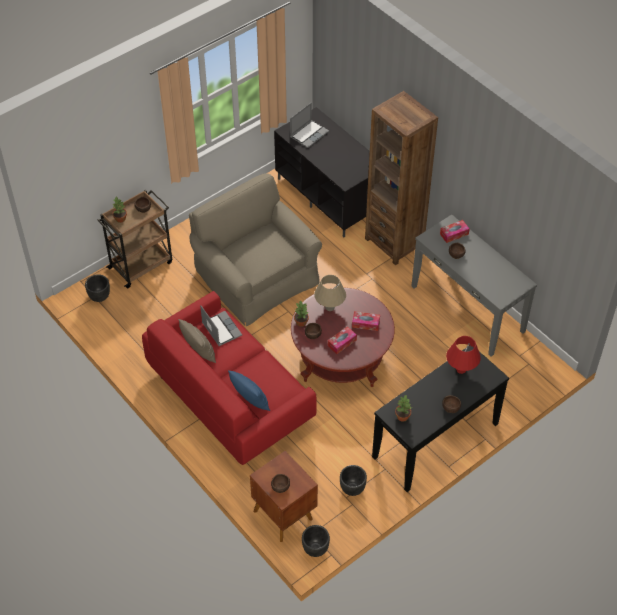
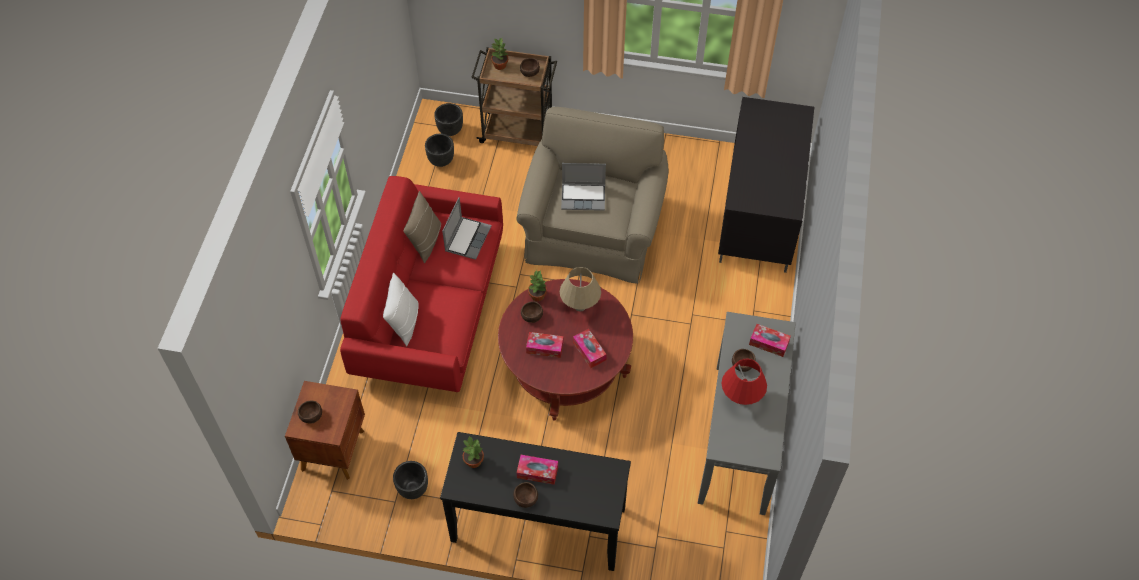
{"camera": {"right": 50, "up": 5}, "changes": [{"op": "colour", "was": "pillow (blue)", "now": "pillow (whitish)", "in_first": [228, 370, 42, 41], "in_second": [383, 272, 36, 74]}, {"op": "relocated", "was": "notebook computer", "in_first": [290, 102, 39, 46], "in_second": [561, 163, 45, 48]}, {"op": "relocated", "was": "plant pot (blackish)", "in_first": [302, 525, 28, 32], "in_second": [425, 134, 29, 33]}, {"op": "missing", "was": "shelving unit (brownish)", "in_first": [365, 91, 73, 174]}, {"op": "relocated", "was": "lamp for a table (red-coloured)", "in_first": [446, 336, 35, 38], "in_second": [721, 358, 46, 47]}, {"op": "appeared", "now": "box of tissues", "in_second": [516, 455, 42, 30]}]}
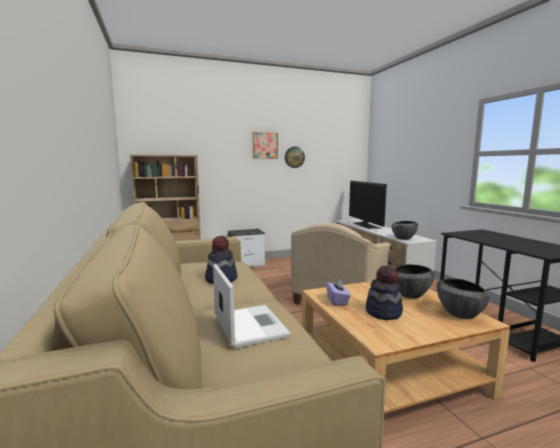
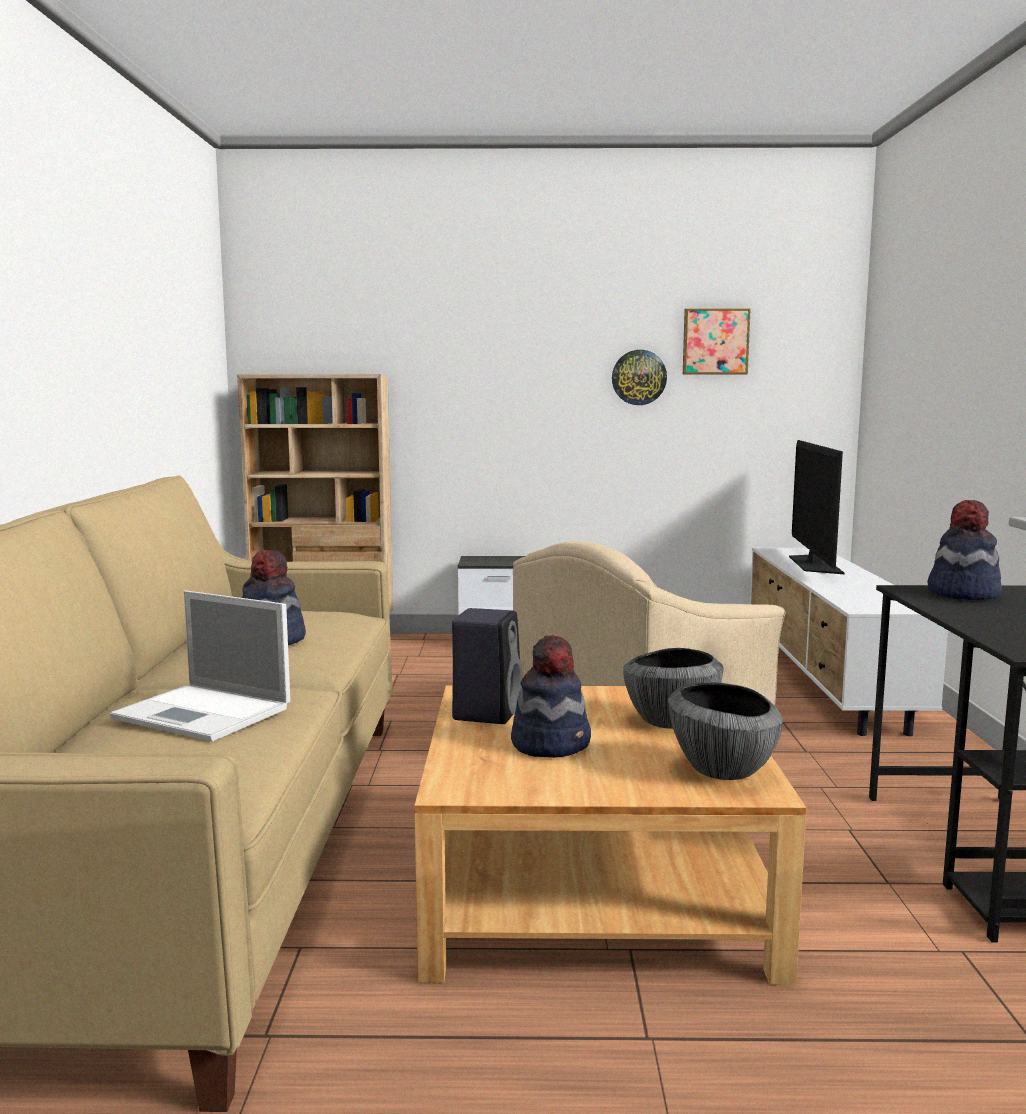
{"camera": {"right": 20, "up": 0}, "changes": [{"op": "spun", "was": "notebook computer", "in_first": [213, 264, 78, 84], "in_second": [110, 590, 180, 152], "clockwise": 120}, {"op": "relocated", "was": "wall art", "in_first": [252, 132, 26, 27], "in_second": [683, 308, 68, 67]}, {"op": "exchanged", "was": "box of tissues (purple-coloured)", "now": "audio speaker (blackish)", "in_first": [326, 279, 24, 27], "in_second": [452, 608, 70, 116]}, {"op": "missing", "was": "deep dish", "in_first": [392, 221, 26, 19]}, {"op": "appeared", "now": "wearable hat", "in_second": [928, 500, 74, 100]}]}
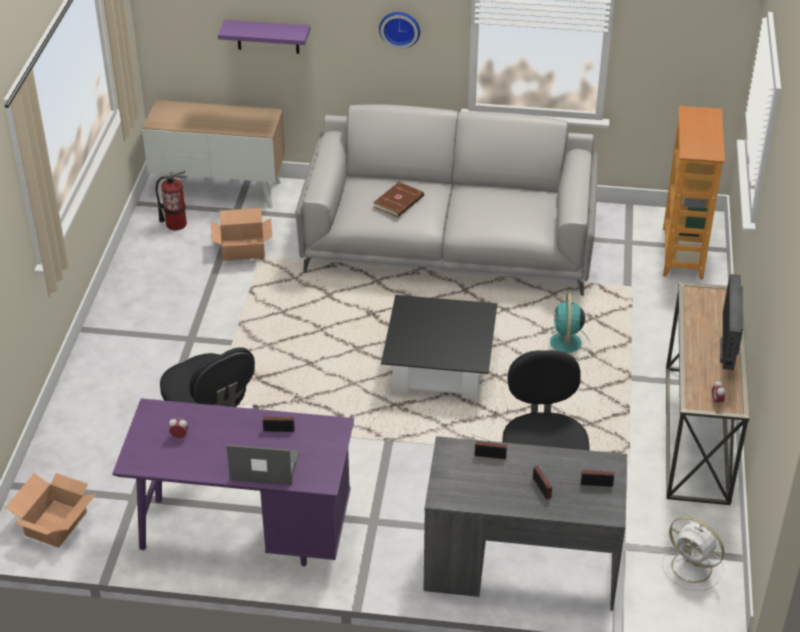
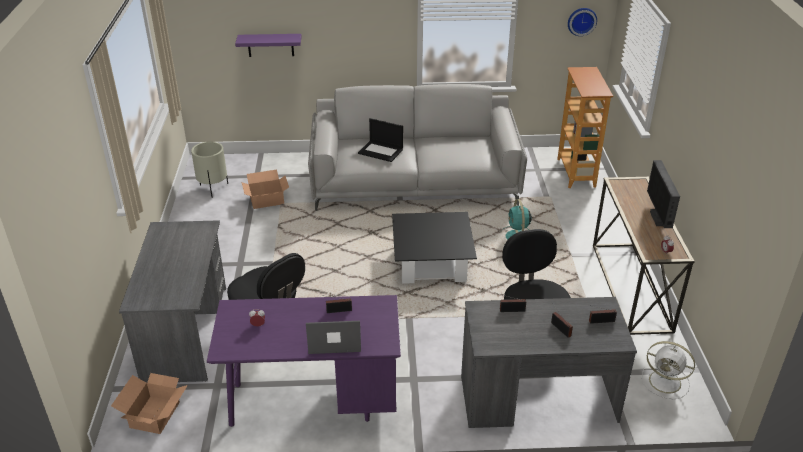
{"camera": {"right": -10, "up": -5}, "changes": [{"op": "missing", "was": "cabinet", "in_first": [142, 100, 143, 108]}, {"op": "exchanged", "was": "extinguisher", "now": "plant pot (sand-coloured)", "in_first": [156, 171, 31, 59], "in_second": [191, 141, 37, 57]}, {"op": "exchanged", "was": "book (brownish)", "now": "notebook computer", "in_first": [373, 182, 51, 36], "in_second": [358, 118, 45, 44]}, {"op": "relocated", "was": "clock on the wall", "in_first": [379, 12, 41, 37], "in_second": [568, 8, 29, 28]}, {"op": "appeared", "now": "desk unit (grey)", "in_second": [119, 220, 107, 163]}]}
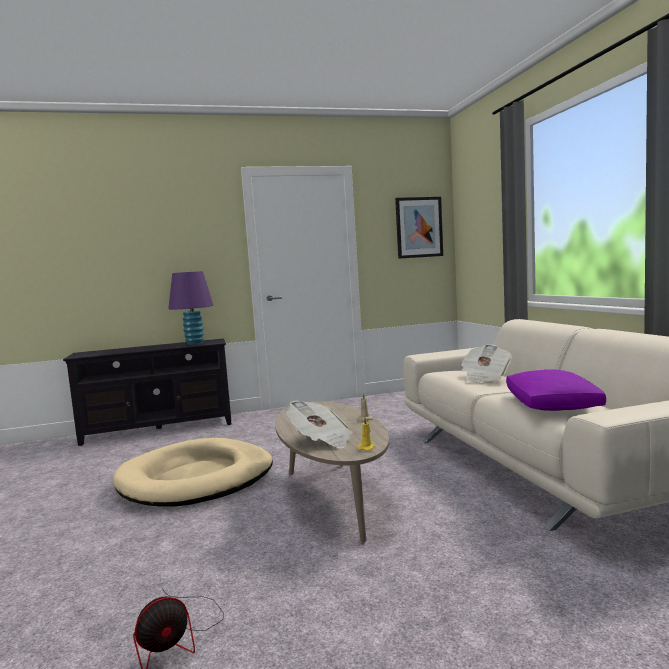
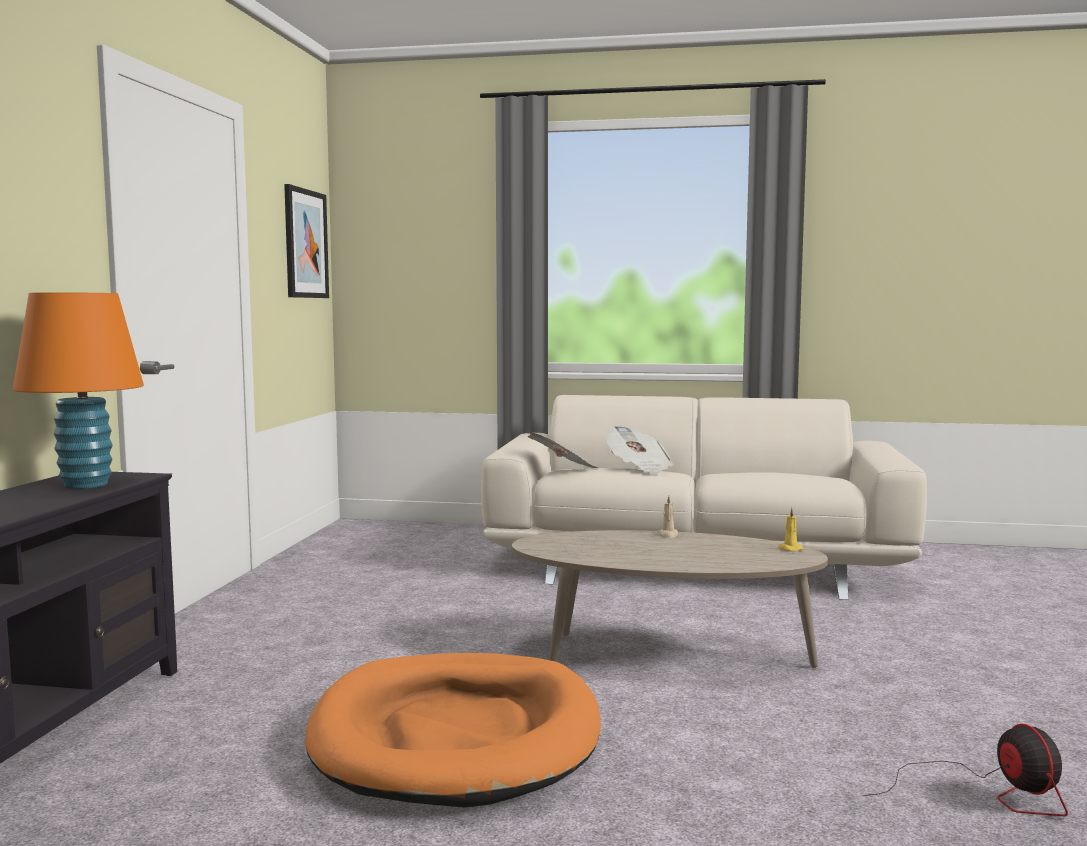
{"camera": {"right": -65, "up": 0}, "changes": [{"op": "colour", "was": "pet bed (sand-coloured)", "now": "pet bed (orange-coloured)", "in_first": [113, 438, 160, 69], "in_second": [305, 653, 296, 155]}, {"op": "colour", "was": "lamp for a table (purple-coloured)", "now": "lamp for a table (orange-coloured)", "in_first": [168, 271, 46, 74], "in_second": [13, 292, 131, 197]}, {"op": "relocated", "was": "newspaper", "in_first": [286, 400, 67, 49], "in_second": [528, 433, 70, 35]}, {"op": "missing", "was": "pillow (purple-coloured)", "in_first": [506, 370, 100, 41]}]}
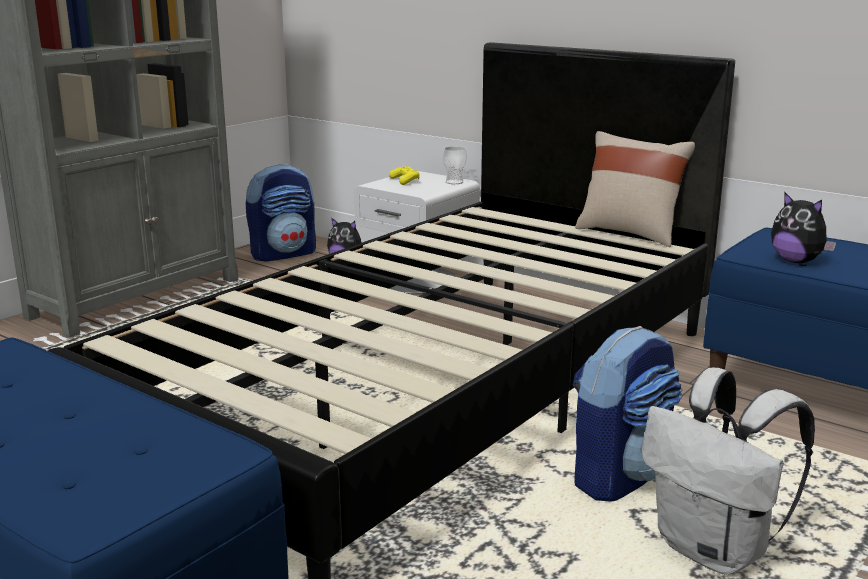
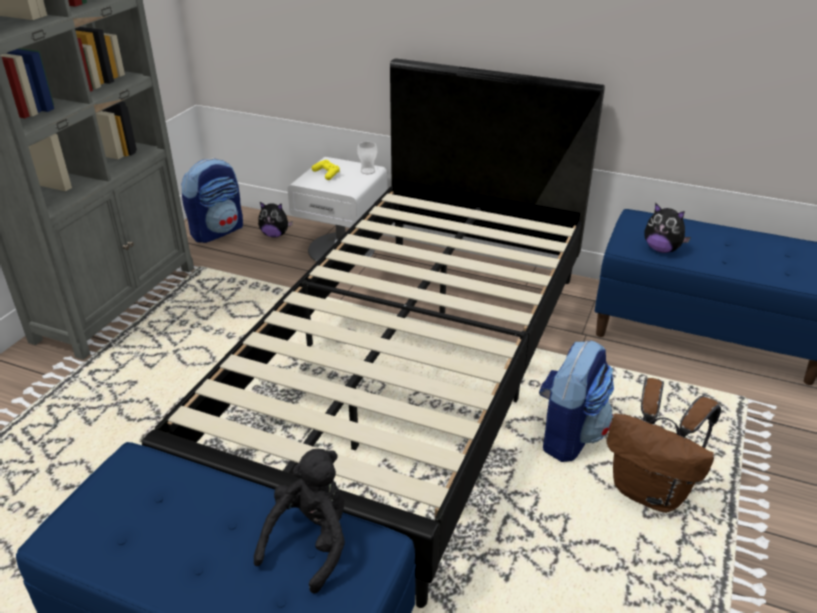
{"camera": {"right": -15, "up": 15}, "changes": [{"op": "missing", "was": "pillow (sand-coloured)", "in_first": [575, 131, 120, 116]}, {"op": "colour", "was": "rucksack (whitish)", "now": "rucksack (brownish)", "in_first": [642, 368, 173, 207], "in_second": [607, 378, 114, 135]}, {"op": "appeared", "now": "soft toy (blackish)", "in_second": [254, 449, 91, 144]}]}
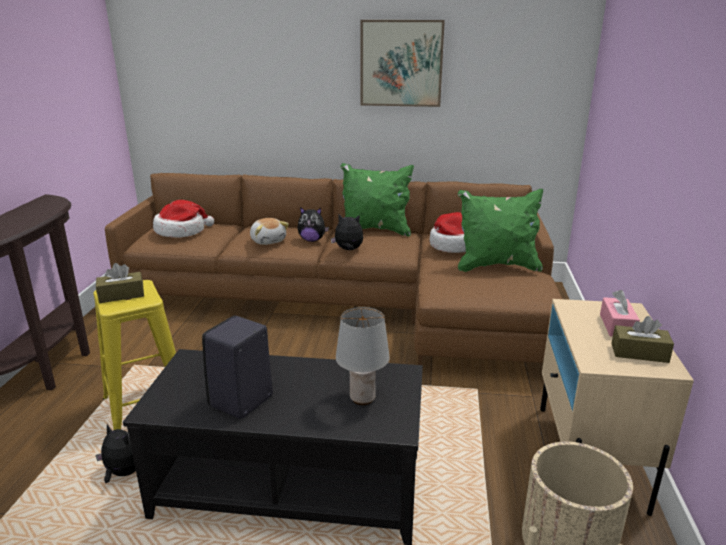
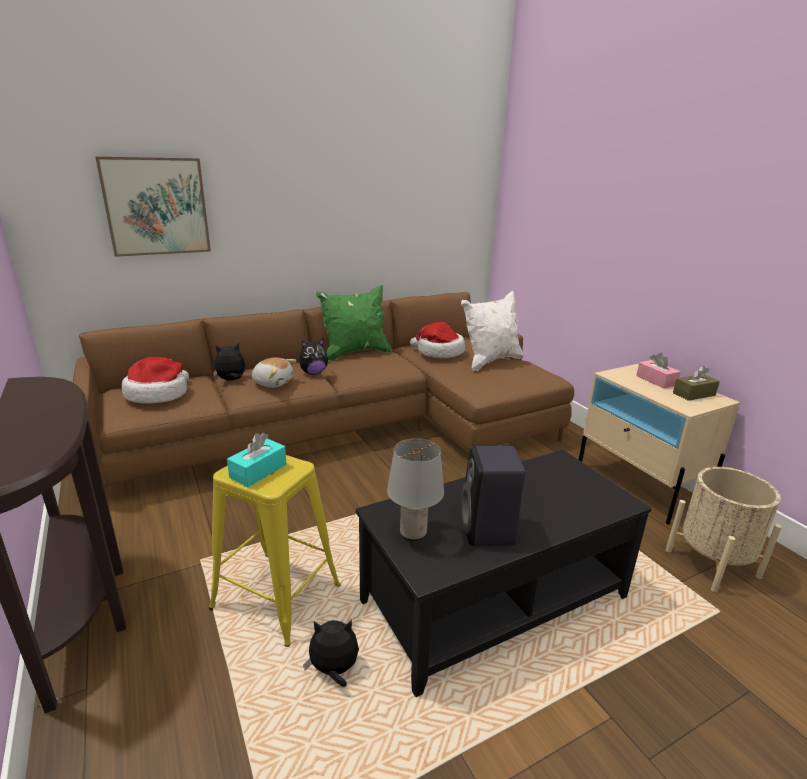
{"camera": {"right": -35, "up": 0}, "changes": [{"op": "colour", "was": "box of tissues (brownish)", "now": "box of tissues (blue-green)", "in_first": [96, 263, 48, 40], "in_second": [227, 433, 60, 54]}, {"op": "relocated", "was": "soft toy", "in_first": [331, 214, 32, 36], "in_second": [213, 343, 32, 38]}, {"op": "relocated", "was": "lamp for a table (grey)", "in_first": [336, 307, 54, 98], "in_second": [387, 438, 57, 103]}, {"op": "relocated", "was": "wall art", "in_first": [360, 20, 85, 87], "in_second": [95, 156, 116, 101]}, {"op": "colour", "was": "pillow (green-coloured)", "now": "pillow (whitish)", "in_first": [458, 189, 85, 83], "in_second": [461, 291, 63, 80]}]}
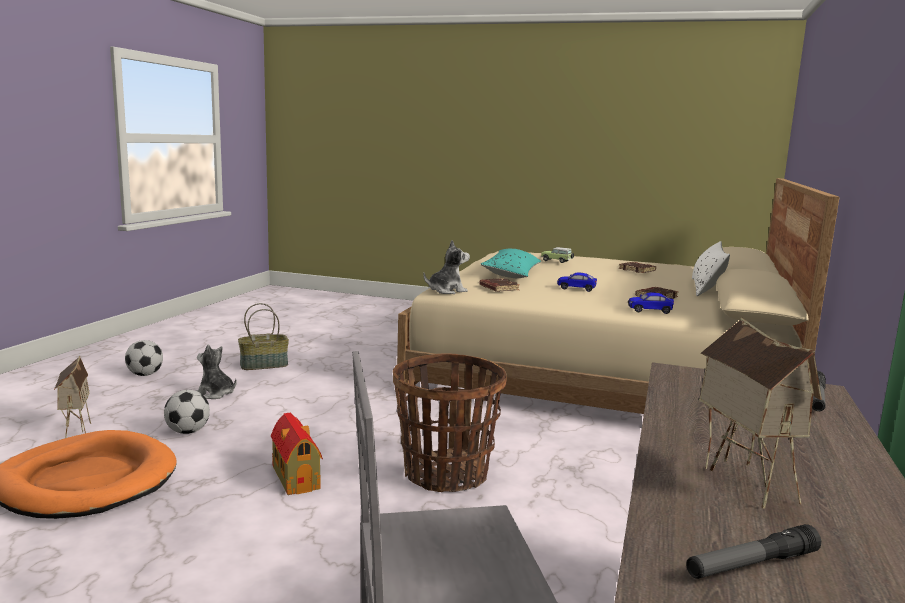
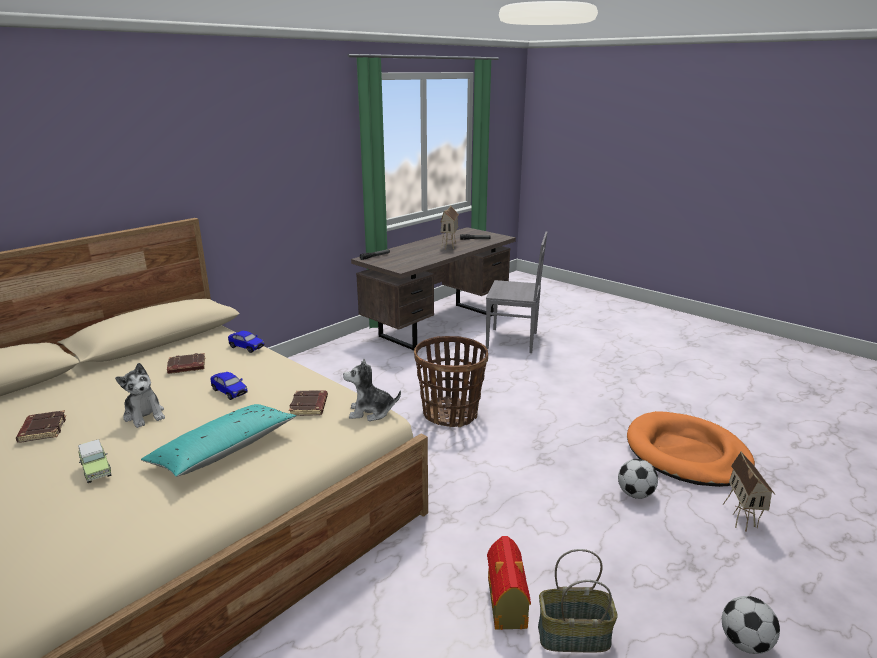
{"camera": {"right": -155, "up": 10}, "changes": [{"op": "relocated", "was": "soft toy", "in_first": [196, 344, 41, 55], "in_second": [115, 363, 50, 65]}, {"op": "relocated", "was": "toy house", "in_first": [271, 413, 52, 82], "in_second": [487, 536, 44, 94]}, {"op": "missing", "was": "pillow (whitish)", "in_first": [692, 241, 38, 55]}]}
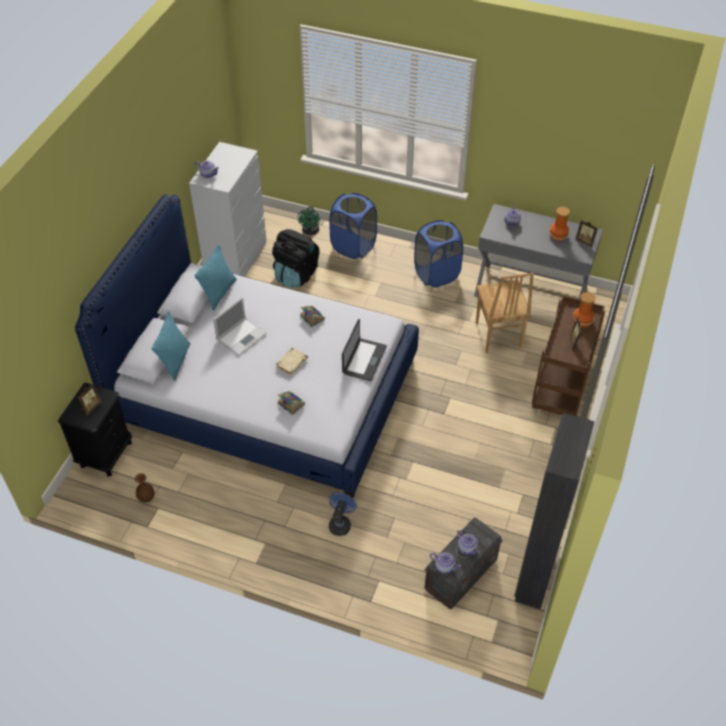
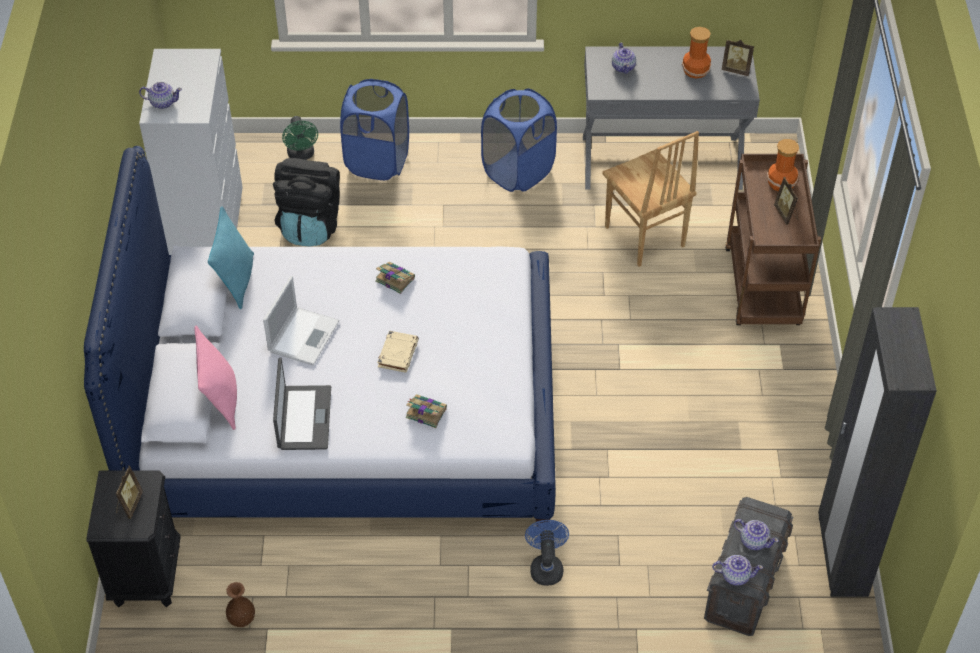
{"camera": {"right": -20, "up": 0}, "changes": [{"op": "colour", "was": "pillow (blue-green)", "now": "pillow (pink)", "in_first": [152, 311, 39, 70], "in_second": [194, 326, 43, 104]}, {"op": "relocated", "was": "notebook computer", "in_first": [342, 319, 45, 62], "in_second": [273, 358, 58, 92]}]}
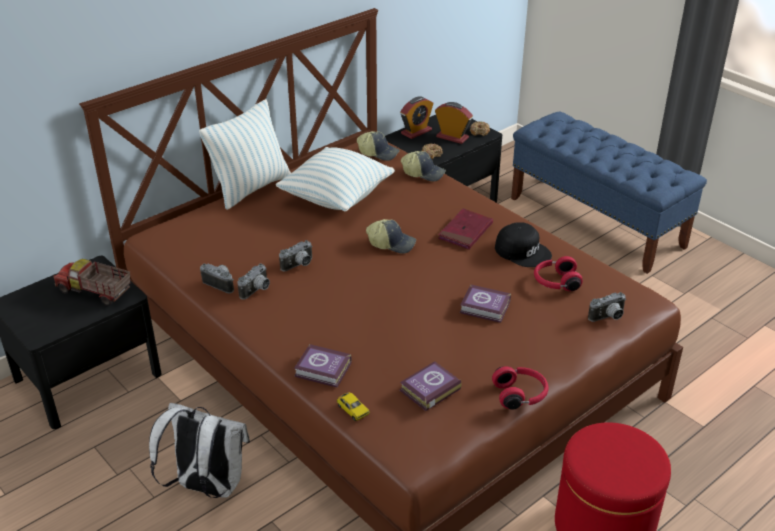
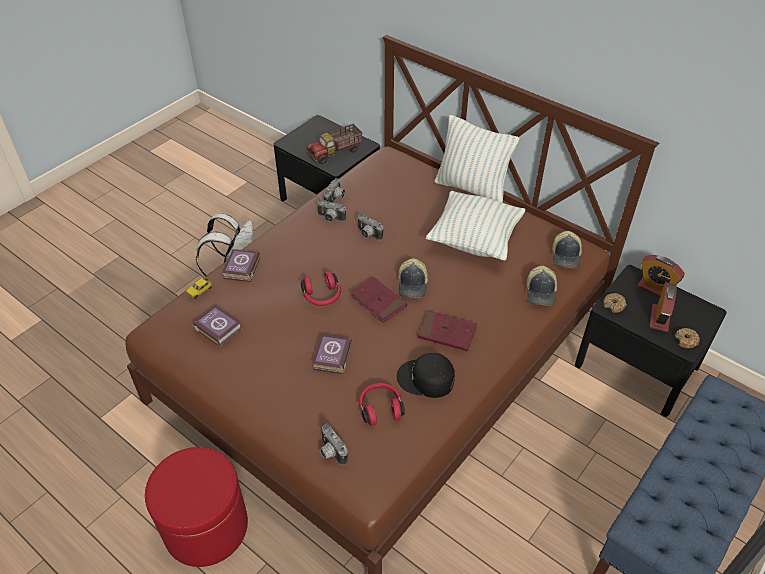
{"camera": {"right": 80, "up": 10}, "changes": [{"op": "spun", "was": "model truck", "in_first": [53, 259, 78, 47], "in_second": [307, 124, 56, 40], "clockwise": -135}, {"op": "relocated", "was": "headset (red-coloured)", "in_first": [492, 366, 57, 44], "in_second": [301, 271, 40, 35]}, {"op": "spun", "was": "baseball cap (blackish)", "in_first": [495, 222, 57, 45], "in_second": [397, 353, 58, 45], "clockwise": 75}, {"op": "appeared", "now": "book (red-coloured)", "in_second": [350, 277, 57, 46]}]}
